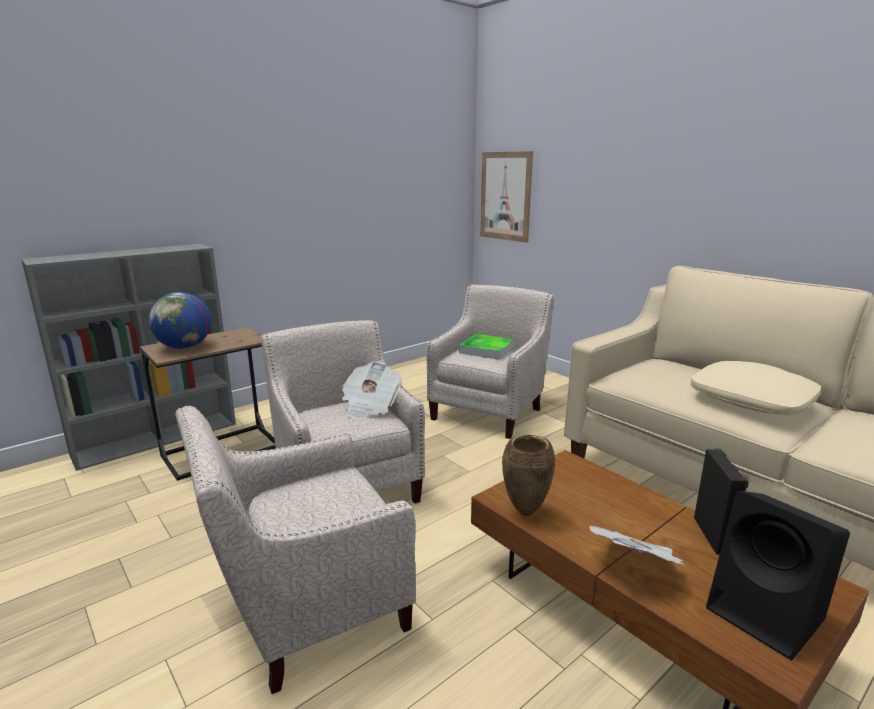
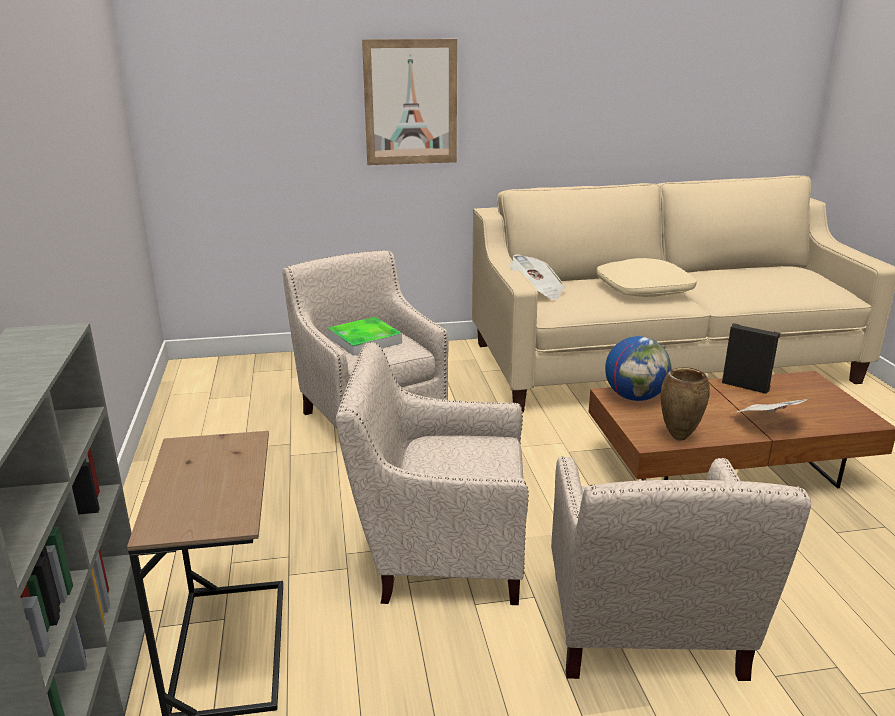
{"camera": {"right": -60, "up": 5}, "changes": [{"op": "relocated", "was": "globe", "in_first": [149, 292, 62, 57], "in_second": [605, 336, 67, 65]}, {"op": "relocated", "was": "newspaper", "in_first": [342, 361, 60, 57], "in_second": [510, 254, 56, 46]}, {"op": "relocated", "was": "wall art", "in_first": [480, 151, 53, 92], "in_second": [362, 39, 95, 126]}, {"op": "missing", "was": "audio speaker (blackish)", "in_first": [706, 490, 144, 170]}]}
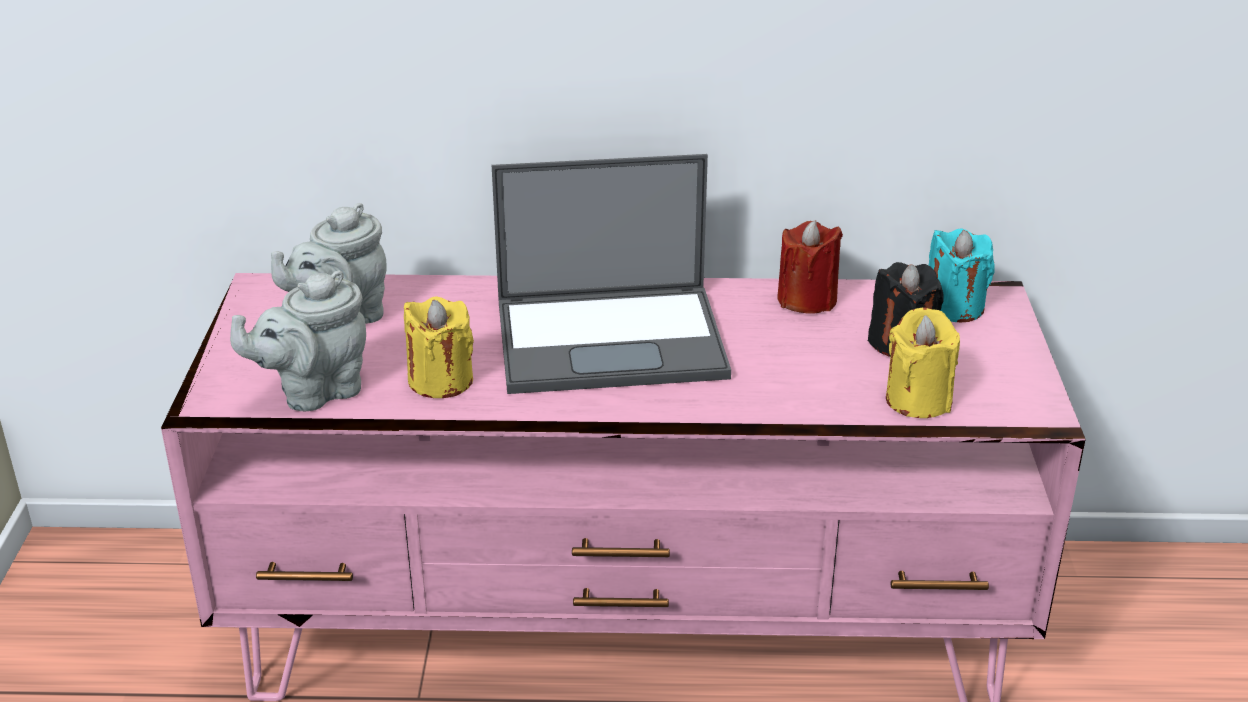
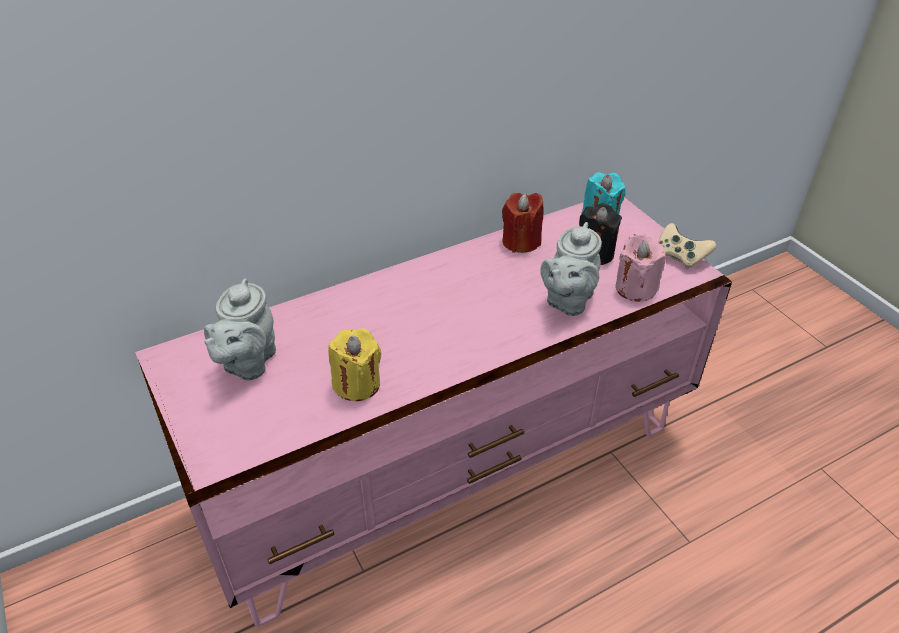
{"camera": {"right": -30, "up": 10}, "changes": [{"op": "relocated", "was": "teapot (grey)", "in_first": [230, 270, 136, 141], "in_second": [540, 222, 62, 94]}, {"op": "missing", "was": "notebook computer", "in_first": [492, 154, 239, 240]}, {"op": "colour", "was": "wax light (yellowish)", "now": "wax light (pink)", "in_first": [886, 307, 74, 111], "in_second": [616, 233, 50, 69]}, {"op": "appeared", "now": "gamepad (sand-coloured)", "in_second": [658, 223, 58, 47]}]}
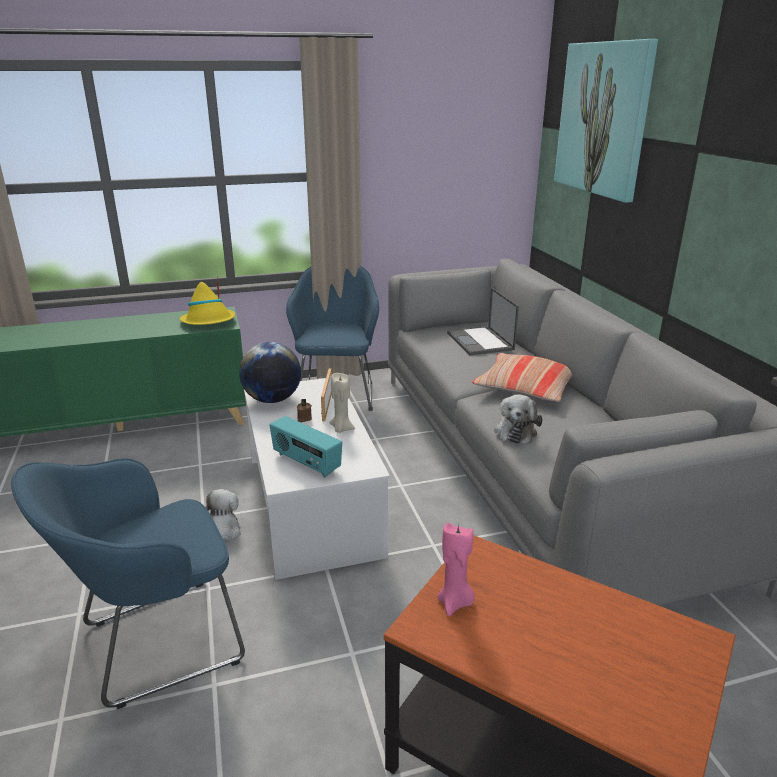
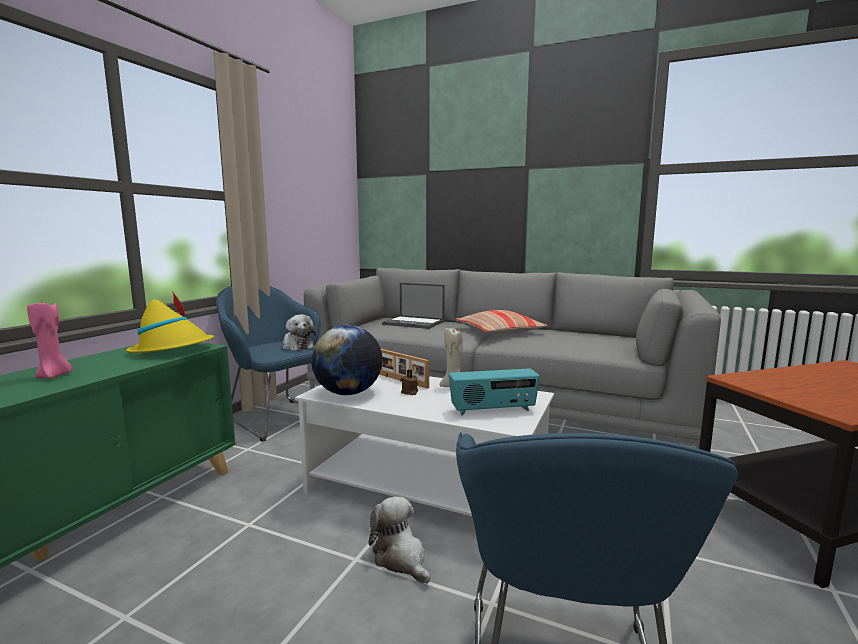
{"camera": {"right": -50, "up": -15}, "changes": [{"op": "relocated", "was": "wax light (pink)", "in_first": [437, 523, 38, 93], "in_second": [27, 301, 45, 78]}, {"op": "relocated", "was": "soft toy", "in_first": [494, 394, 48, 50], "in_second": [283, 315, 33, 36]}, {"op": "missing", "was": "wall art", "in_first": [554, 39, 104, 164]}]}
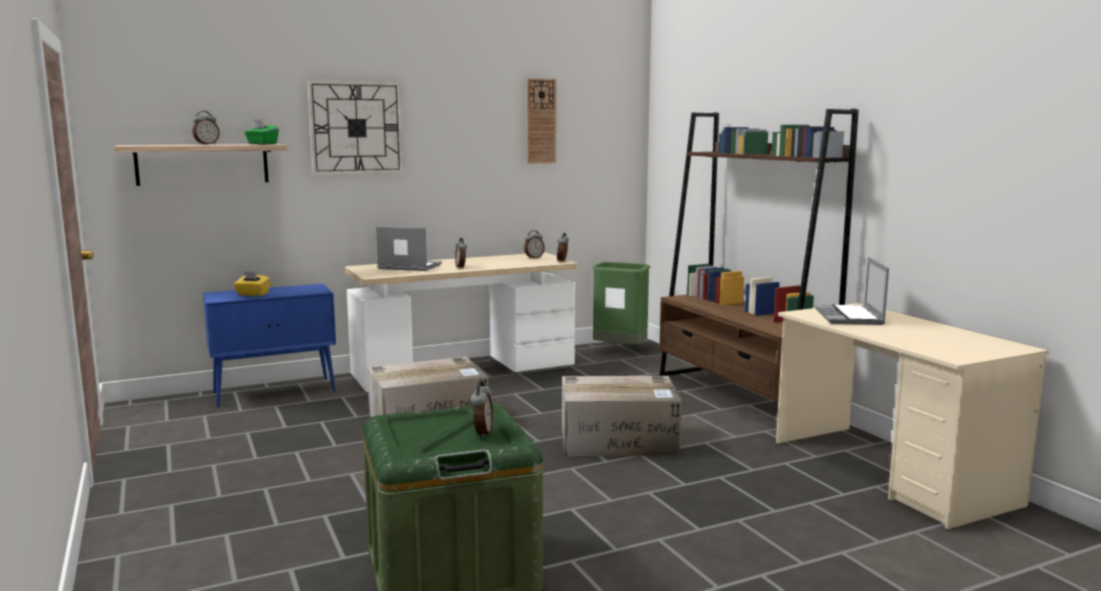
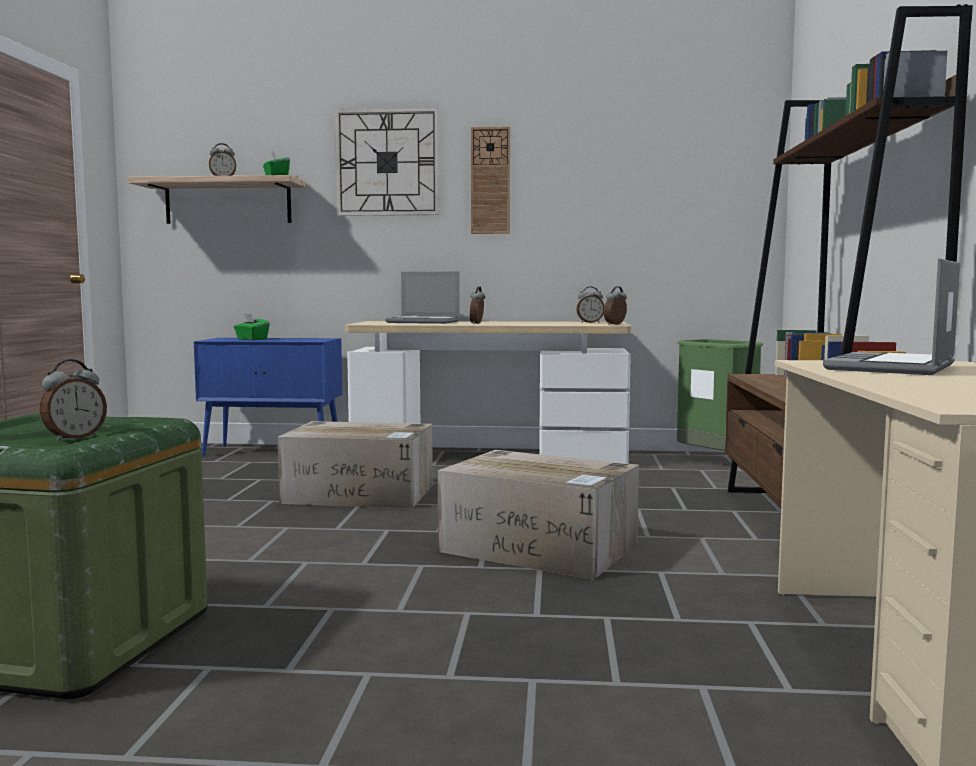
{"camera": {"right": 30, "up": -5}, "changes": [{"op": "colour", "was": "box of tissues (yellowish)", "now": "box of tissues (green-coloured)", "in_first": [234, 271, 37, 25], "in_second": [234, 313, 36, 27]}, {"op": "spun", "was": "notebook computer", "in_first": [376, 226, 66, 45], "in_second": [385, 272, 75, 52], "clockwise": 150}, {"op": "relocated", "was": "clock on the wall", "in_first": [527, 78, 29, 86], "in_second": [471, 126, 39, 108]}]}
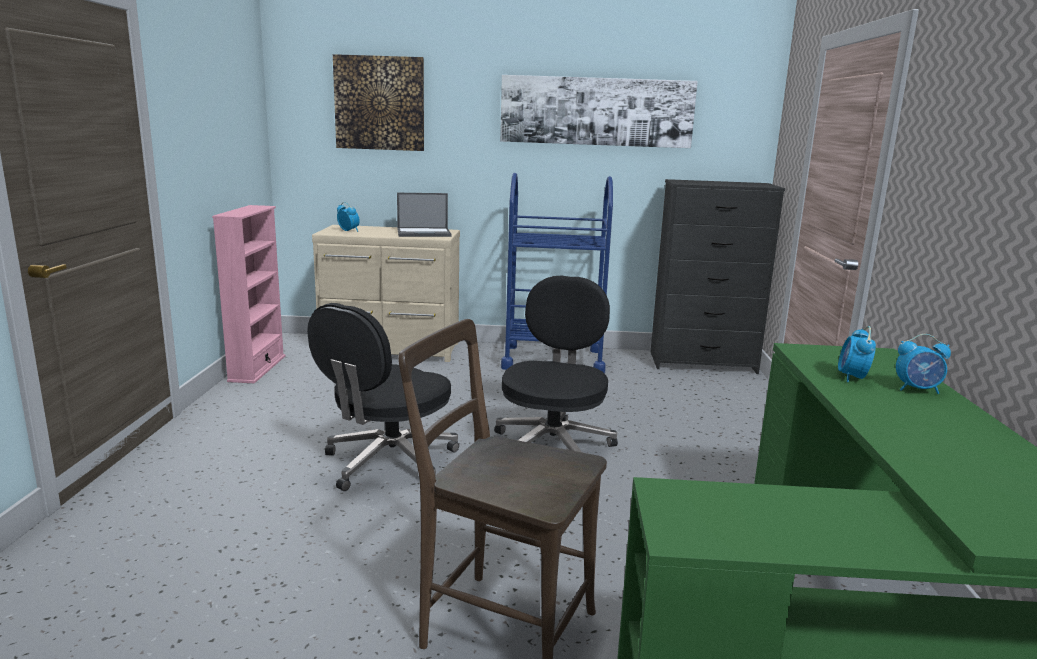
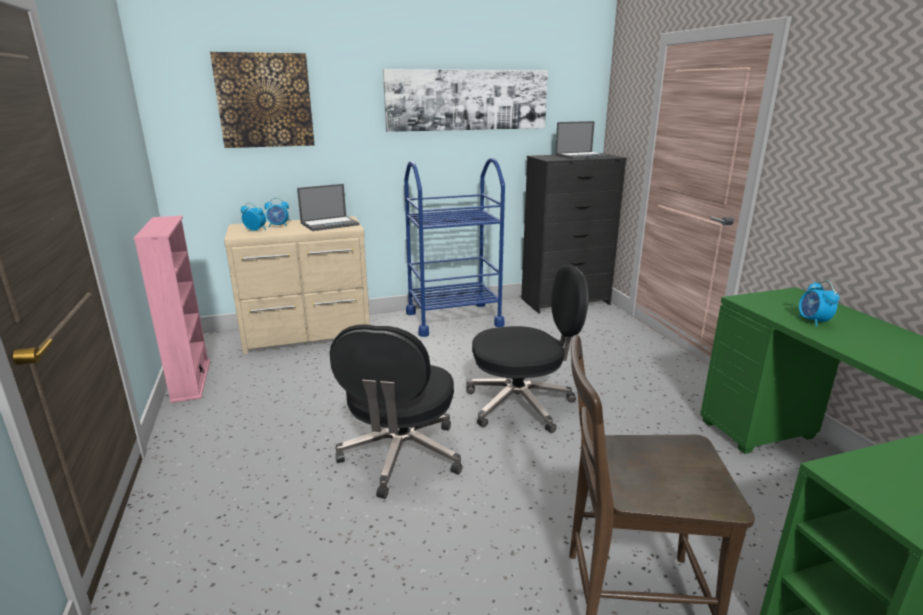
{"camera": {"right": -20, "up": 5}, "changes": [{"op": "spun", "was": "office chair (blackish)", "in_first": [494, 276, 124, 176], "in_second": [466, 265, 123, 168], "clockwise": 90}, {"op": "relocated", "was": "alarm clock", "in_first": [896, 334, 55, 60], "in_second": [264, 198, 25, 29]}, {"op": "appeared", "now": "notebook computer", "in_second": [555, 121, 56, 38]}]}
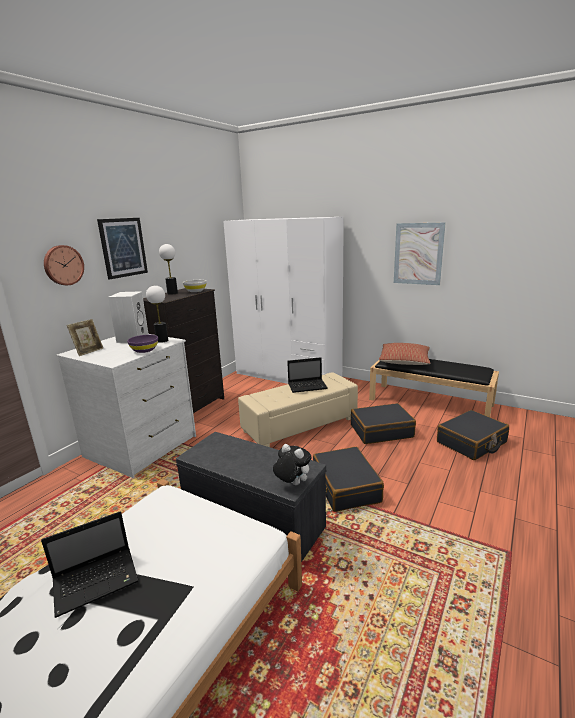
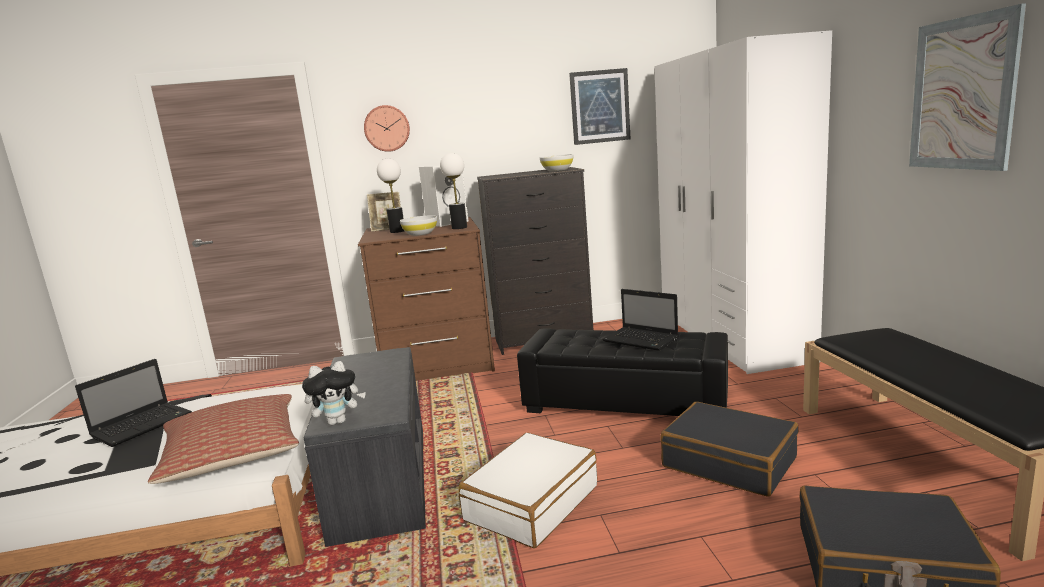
{"camera": {"right": 50, "up": -5}, "changes": [{"op": "spun", "was": "notebook computer", "in_first": [41, 511, 97, 107], "in_second": [75, 359, 117, 88], "clockwise": -75}, {"op": "colour", "was": "dresser (whitish)", "now": "dresser (brownish)", "in_first": [57, 334, 139, 144], "in_second": [358, 217, 137, 164]}, {"op": "relocated", "was": "wall art", "in_first": [97, 218, 51, 61], "in_second": [569, 68, 61, 77]}, {"op": "colour", "was": "deep dish (purple-coloured)", "now": "deep dish (whitish)", "in_first": [127, 335, 31, 18], "in_second": [400, 216, 37, 20]}, {"op": "relocated", "was": "lamp for a table", "in_first": [159, 244, 19, 51], "in_second": [377, 158, 27, 75]}, {"op": "colour", "was": "footrest (sand-coloured)", "now": "footrest (blackish)", "in_first": [238, 372, 120, 75], "in_second": [517, 328, 211, 88]}, {"op": "spun", "was": "soft toy", "in_first": [273, 444, 39, 41], "in_second": [302, 361, 64, 64], "clockwise": 75}, {"op": "colour", "was": "piece of luggage (blackish)", "now": "piece of luggage (whitish)", "in_first": [313, 447, 71, 65], "in_second": [458, 433, 139, 115]}, {"op": "relocated", "was": "pillow", "in_first": [379, 343, 51, 22], "in_second": [148, 394, 151, 90]}]}
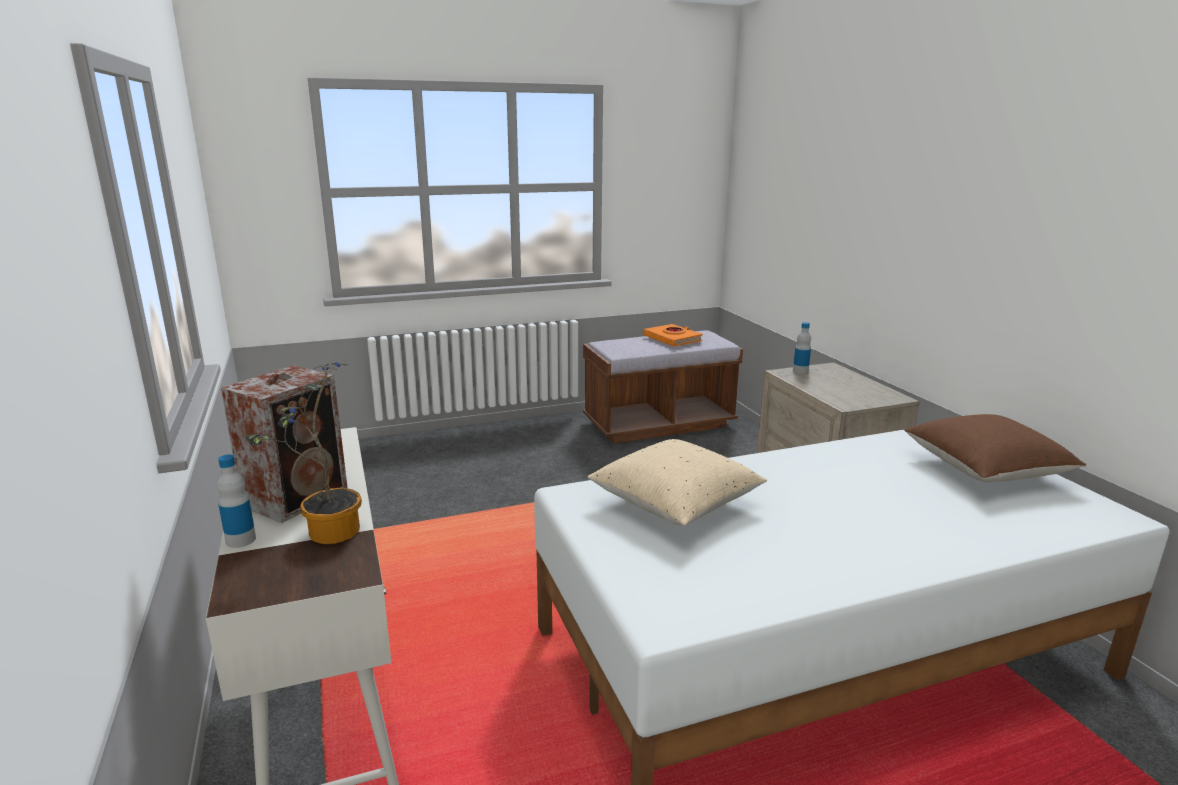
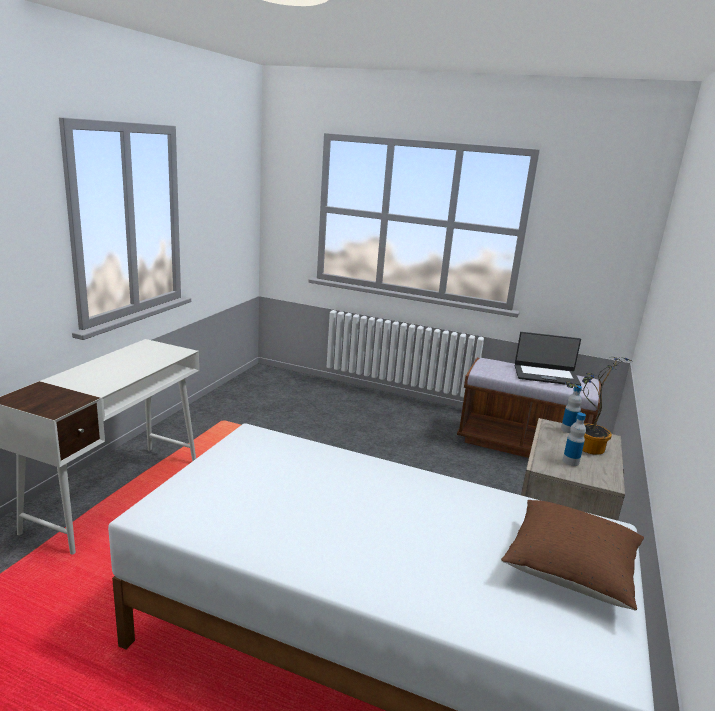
{"camera": {"right": 40, "up": 0}, "changes": [{"op": "relocated", "was": "beverage bottle", "in_first": [217, 454, 39, 94], "in_second": [563, 412, 23, 54]}, {"op": "missing", "was": "audio speaker", "in_first": [221, 365, 127, 158]}, {"op": "relocated", "was": "houseplant", "in_first": [245, 362, 117, 182], "in_second": [565, 357, 67, 98]}, {"op": "missing", "was": "pillow (sand-coloured)", "in_first": [588, 439, 179, 87]}, {"op": "exchanged", "was": "book (orange-coloured)", "now": "notebook computer", "in_first": [644, 324, 59, 22], "in_second": [515, 332, 66, 54]}]}
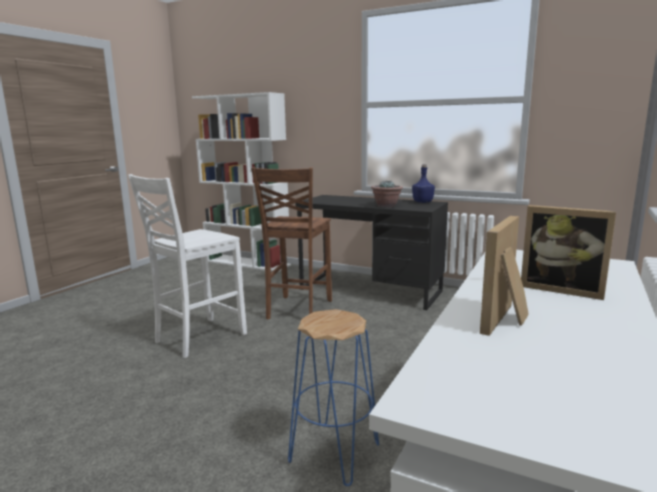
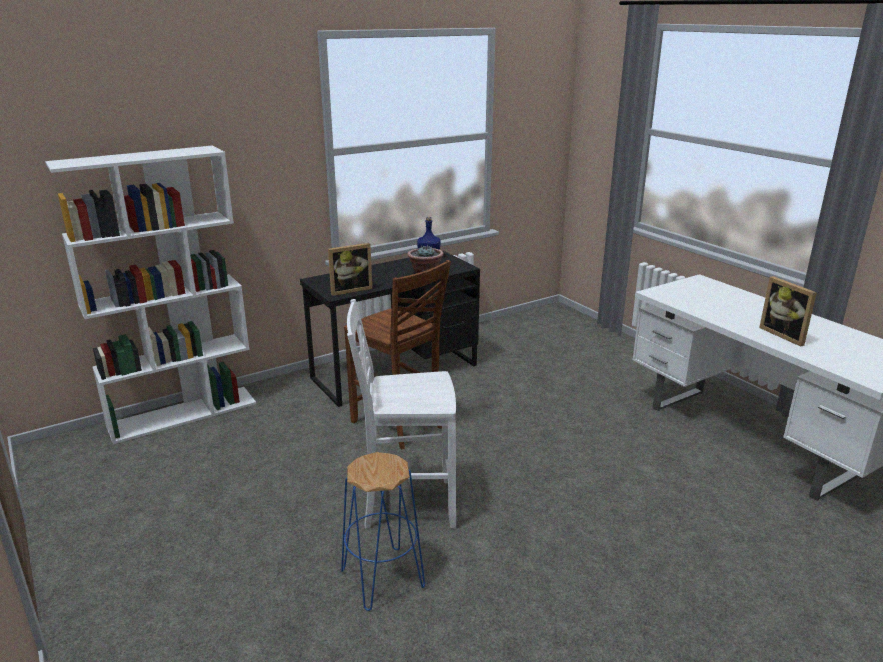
{"camera": {"right": -60, "up": 10}, "changes": [{"op": "spun", "was": "chair (whitish)", "in_first": [128, 174, 119, 184], "in_second": [347, 299, 109, 229], "clockwise": 105}, {"op": "relocated", "was": "stool seat (blue)", "in_first": [288, 309, 91, 177], "in_second": [341, 452, 84, 159]}, {"op": "relocated", "was": "picture frame", "in_first": [521, 205, 95, 95], "in_second": [328, 243, 44, 53]}]}
